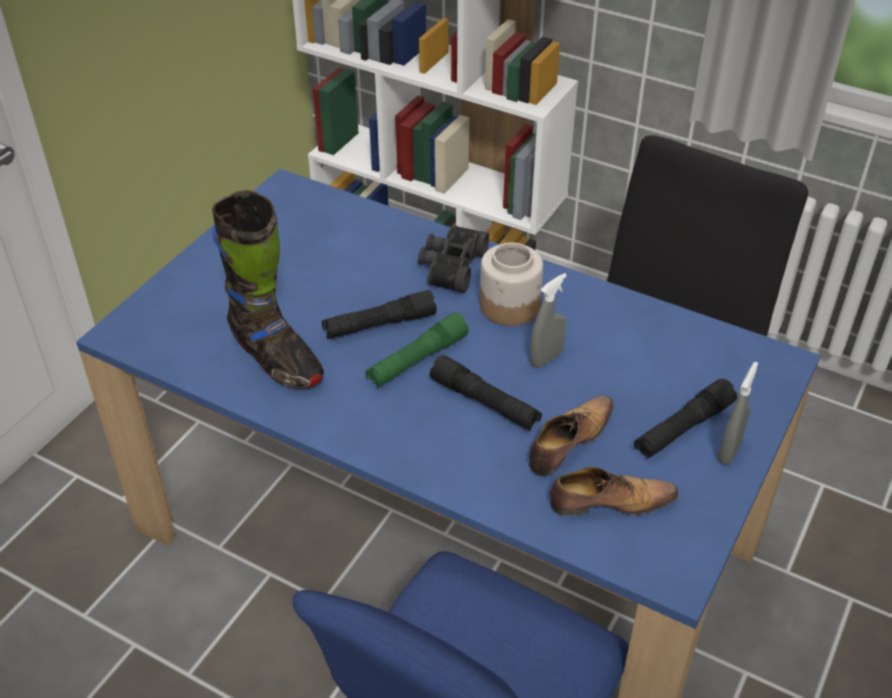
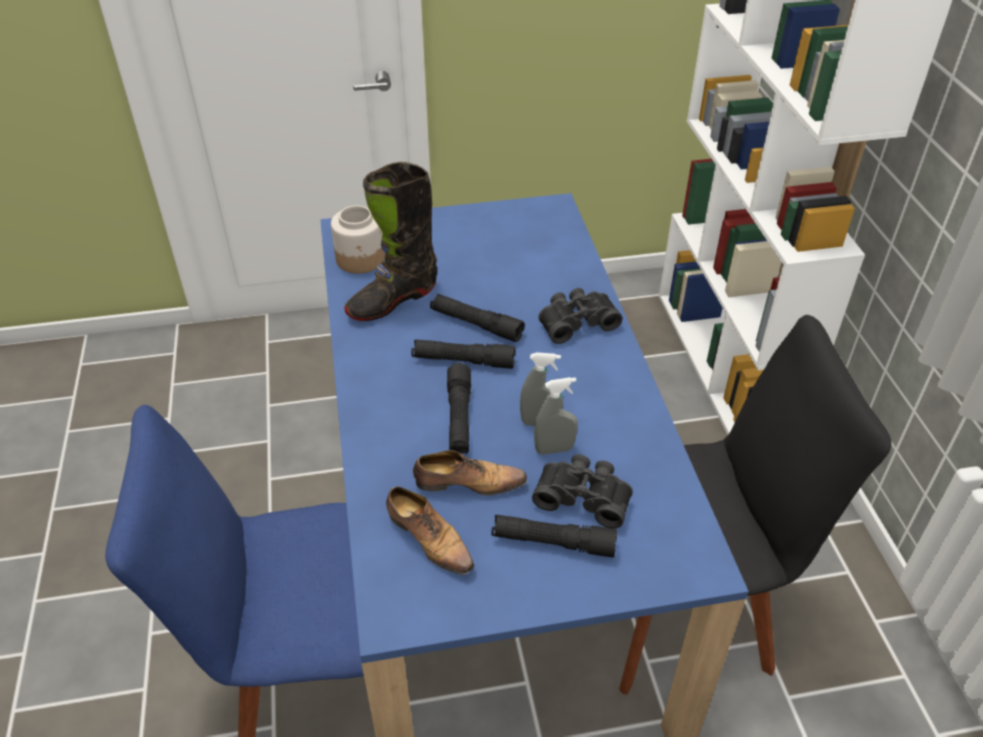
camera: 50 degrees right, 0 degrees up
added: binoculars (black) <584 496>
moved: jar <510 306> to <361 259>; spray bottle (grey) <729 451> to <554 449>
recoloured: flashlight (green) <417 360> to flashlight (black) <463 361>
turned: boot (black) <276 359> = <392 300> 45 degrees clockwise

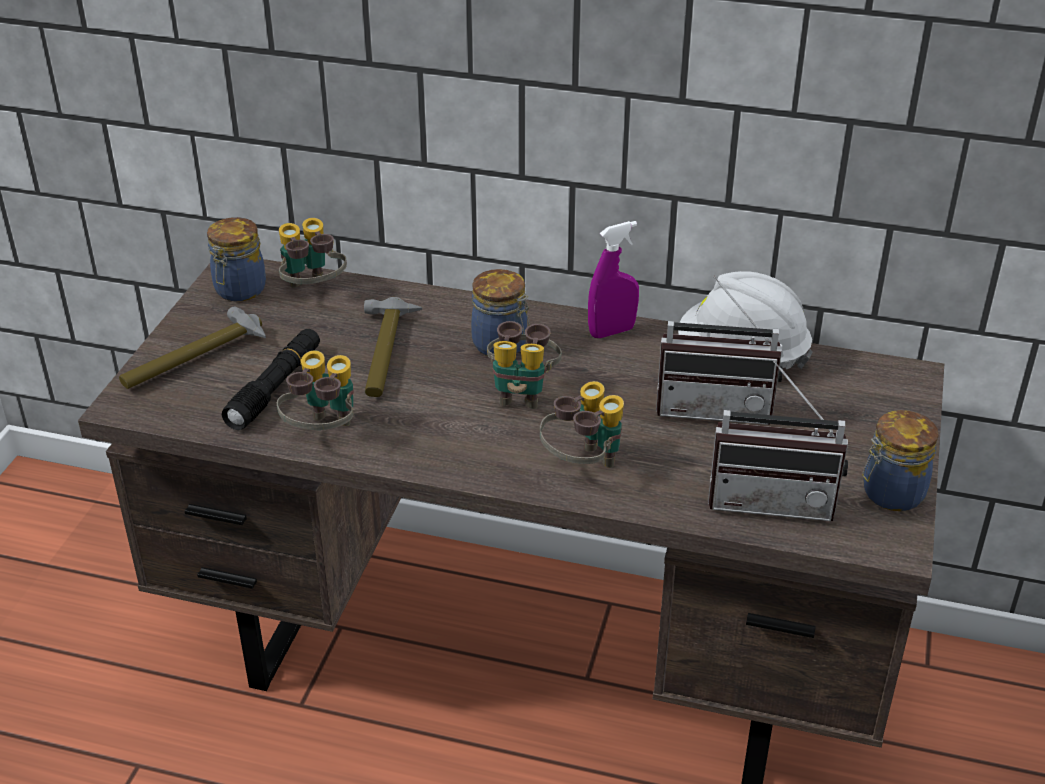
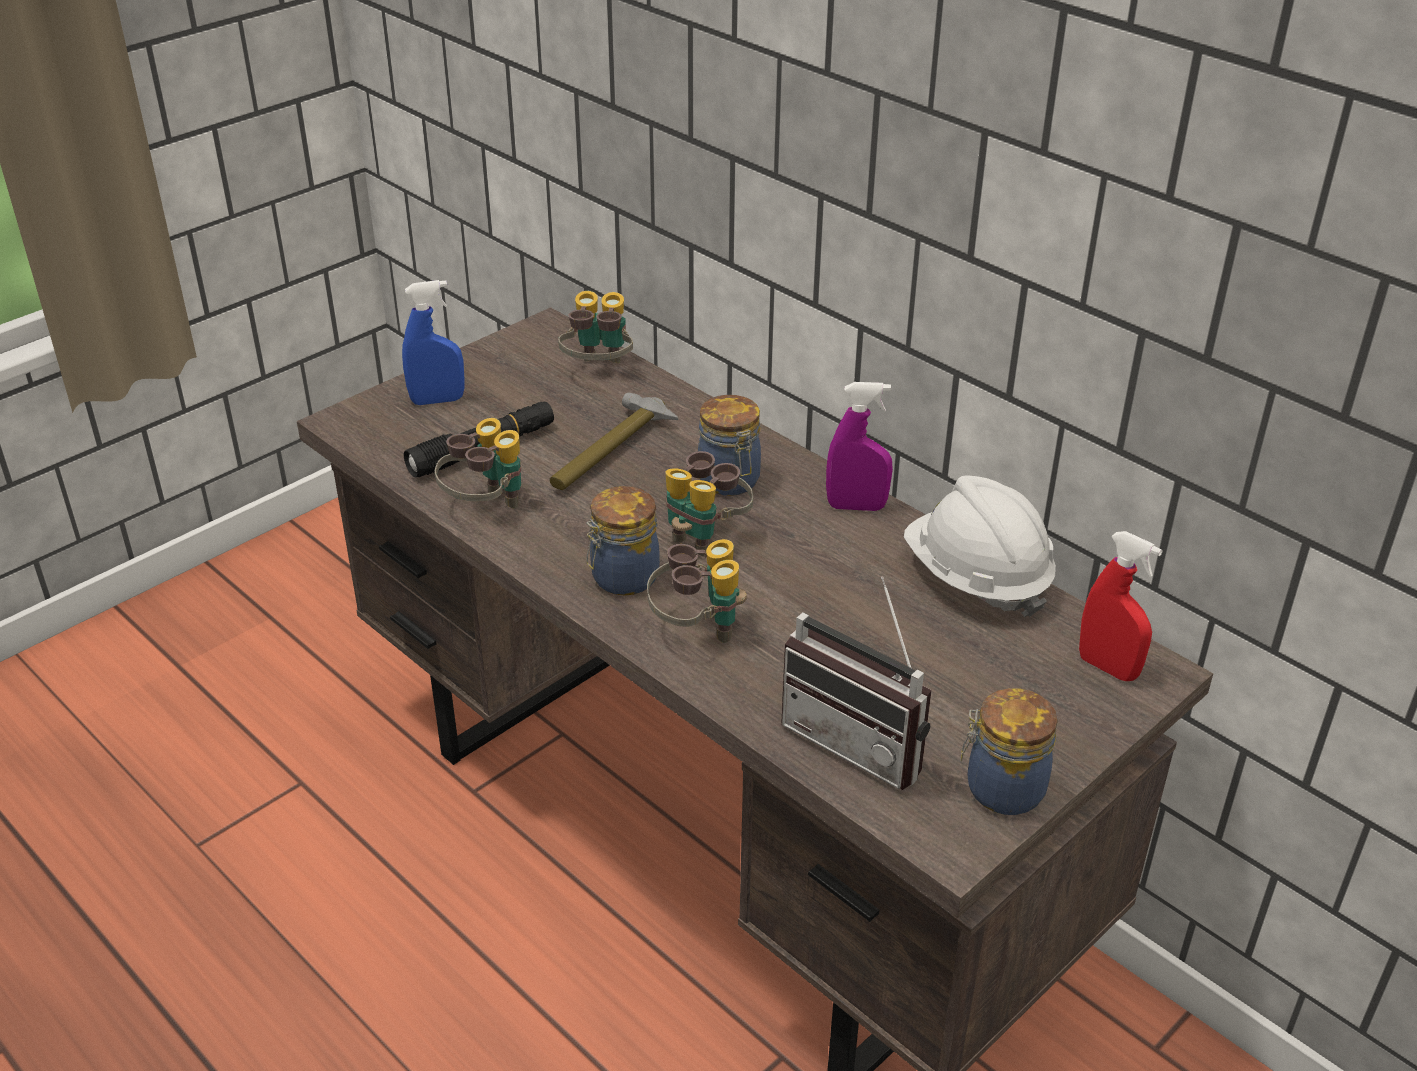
camera: 30 degrees right, 0 degrees up
removed: radio <715 406>
added: spray bottle (red) <1107 667>
moved: jar <239 290> to <622 578>
replaced: hammer <194 360> to spray bottle (blue) <437 400>

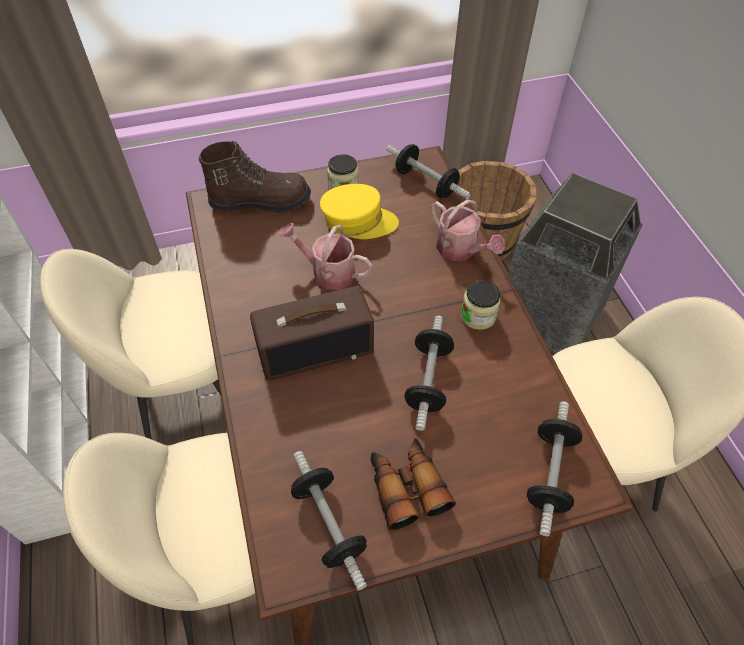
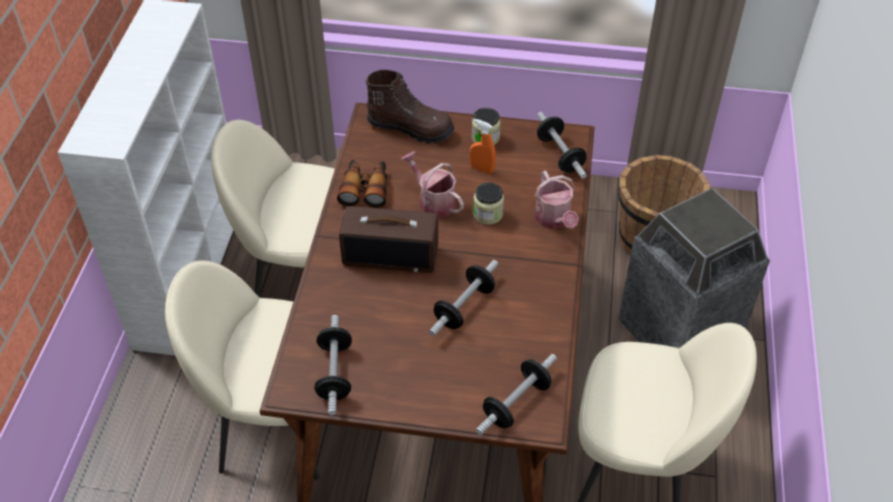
camera: 25 degrees right, 5 degrees down
moved: binoculars <406 486> to <365 188>; jar <478 316> to <488 214>
replaced: cap (yellow) <358 221> to spray bottle (orange) <482 169>

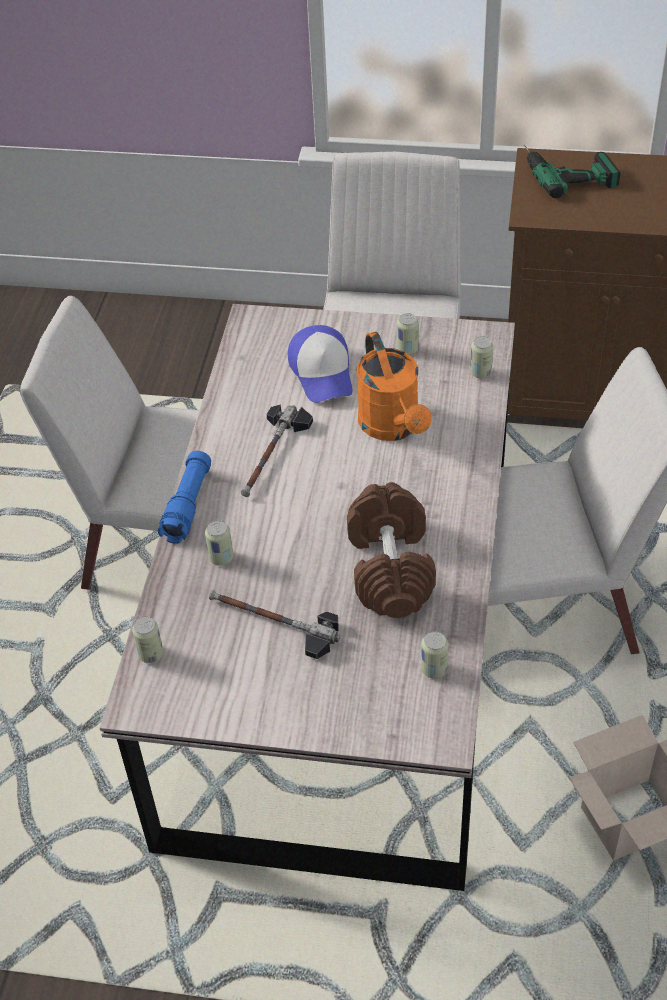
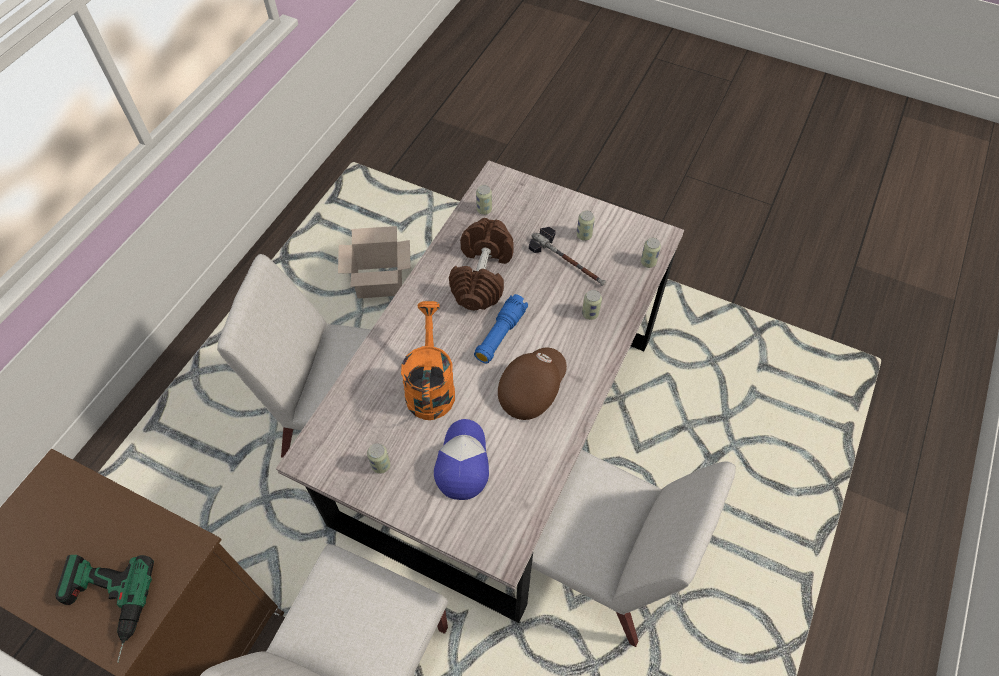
camera: 165 degrees left, 10 degrees up
moved: flashlight (blue) <188 505> to <500 334>; can <480 373> to <584 235>
replaced: hammer <272 455> to cap (brown) <531 388>

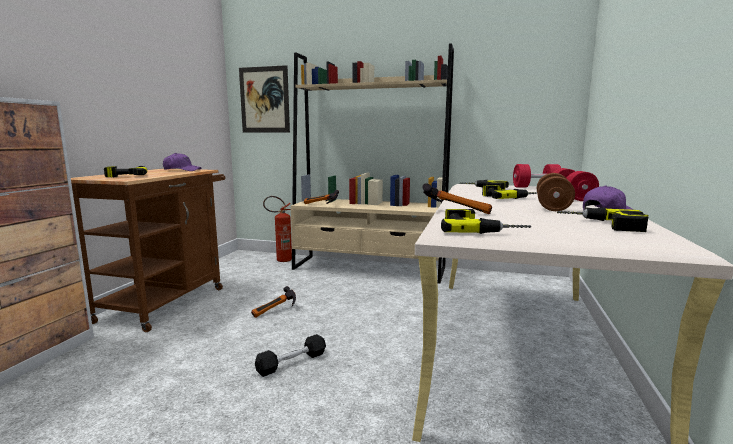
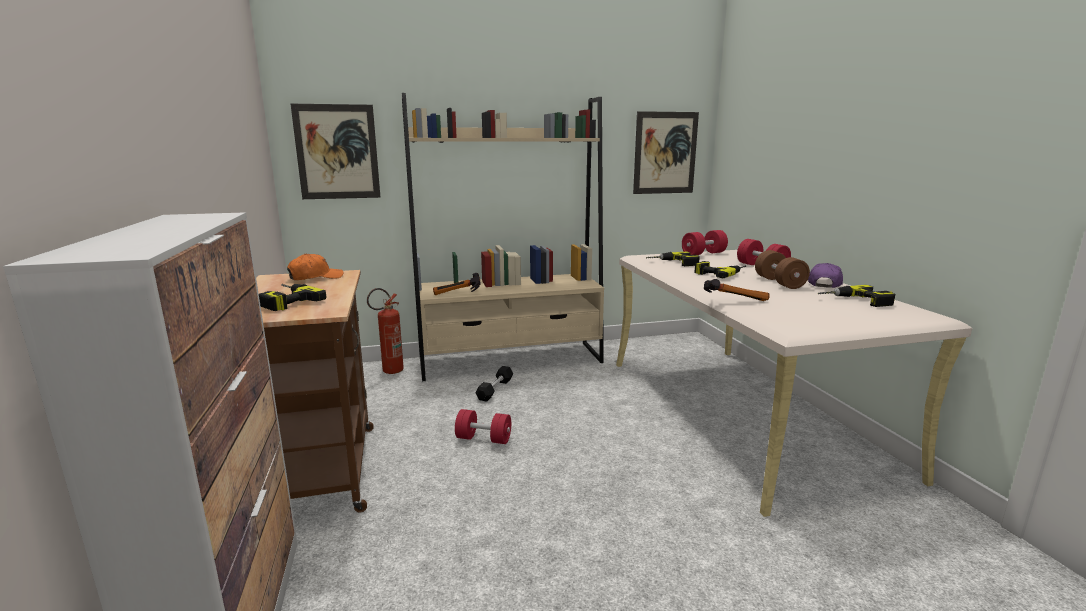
camera: 30 degrees left, 5 degrees up
removed: power drill <480 229>
added: picture <665 153>
moved: dumbbell (black) <291 362> to <495 389>
replaced: hammer <276 311> to dumbbell (red) <483 439>
recoloured: cap (purple) <182 170> to cap (orange) <315 277>

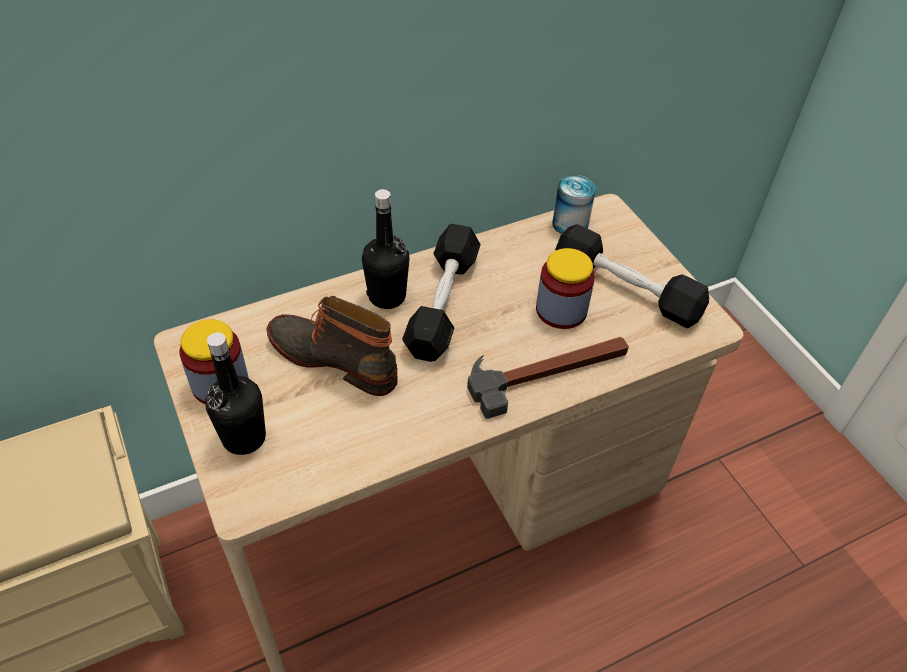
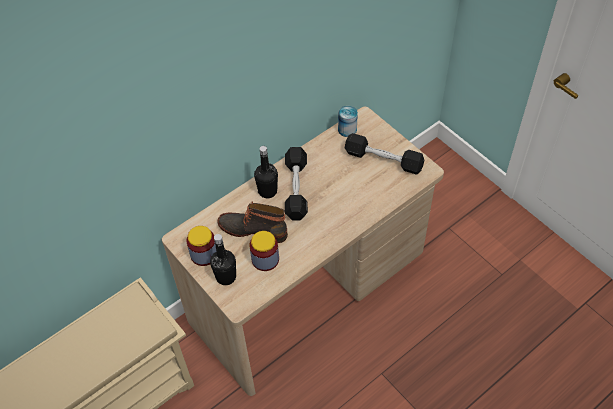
camera: 10 degrees left, 5 degrees up
removed: hammer <548 372>
moved: jar <561 310> to <265 259>

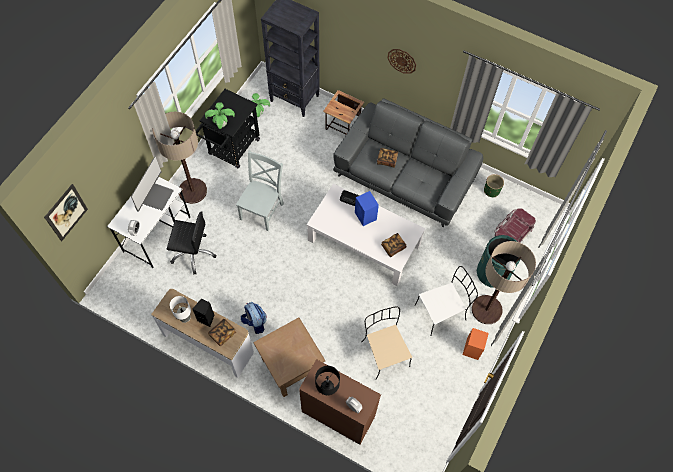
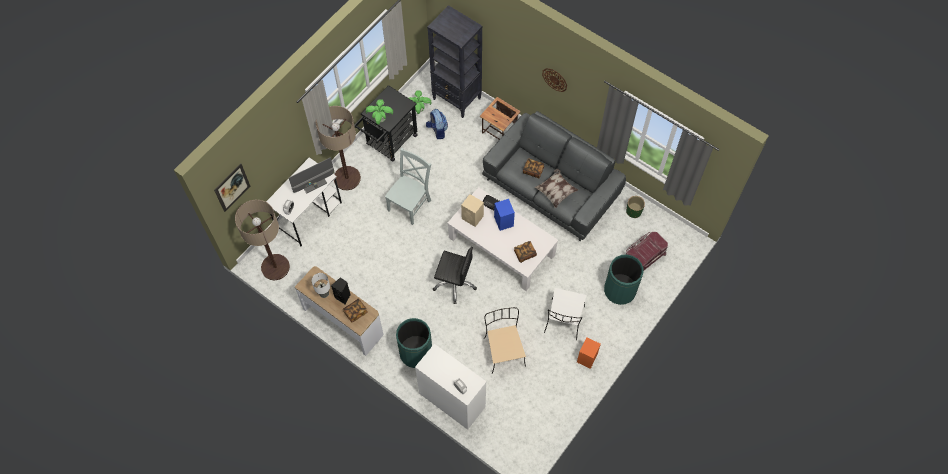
camera: 10 degrees right, 0 degrees up
removed: table lamp (black) <327 389>
added: speaker (beige) <473 217>; pillow <556 191>
moved: floor lamp <486 309> to <275 267>; backpack <255 322> to <437 130>; office chair (black) <193 253> to <455 283>
replaced: side table (brown) <291 367> to trash can (green) <416 353>
recoloured: dresser (brown) <338 414> to dresser (white) <452 400>
turned: monitor <156 196> = <312 180> 150 degrees counterclockwise; chair (white) <441 312> = <564 320> 120 degrees clockwise

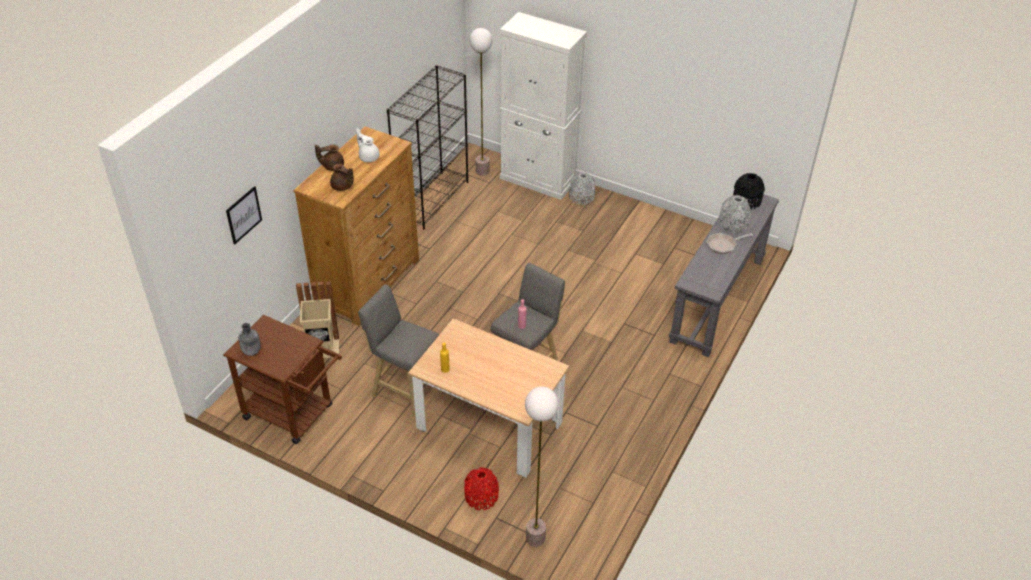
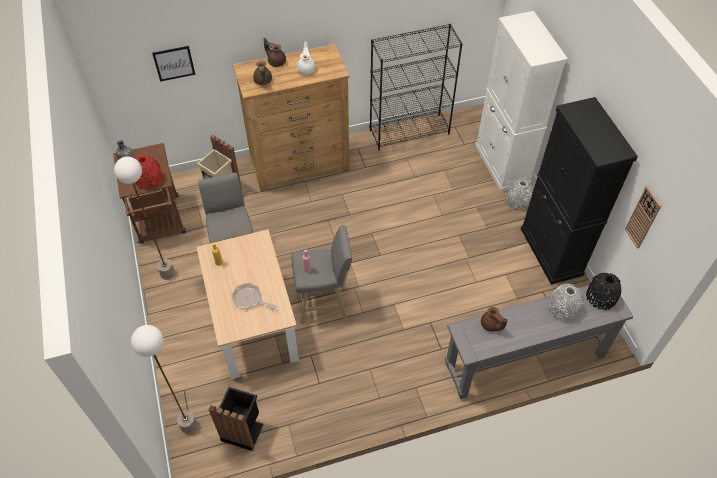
camera: 45 degrees right, 10 degrees up
added: trash can (black) <243 430>; teapot (brown) <491 325>; cabinet (black) <551 252>; wall clock <643 217>
moved: floor lamp <482 171> to <167 273>; vase (red) <481 496> to <149 179>; frying pan <723 245> to <249 299>

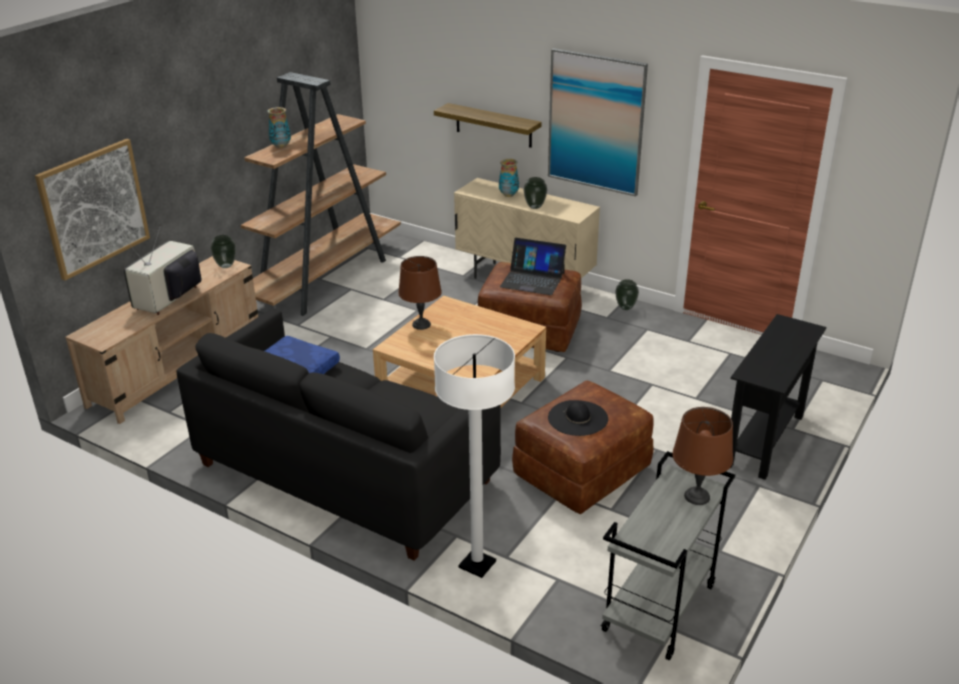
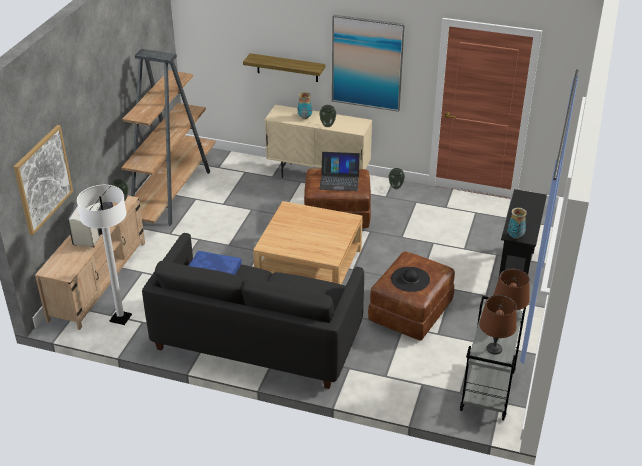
camera: 15 degrees left, 5 degrees up
moved: floor lamp (white) <477 564> to <120 318>; table lamp (brown) <421 325> to <494 349>; vase <281 146> to <515 236>

